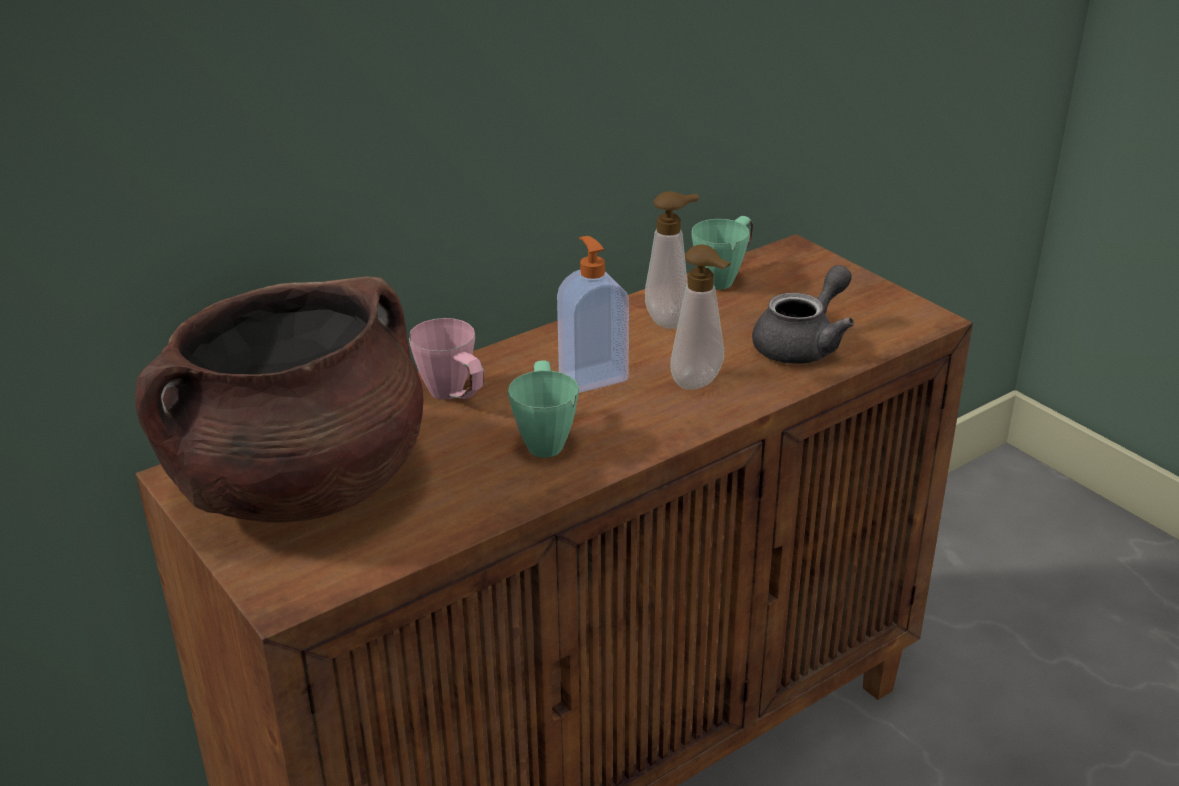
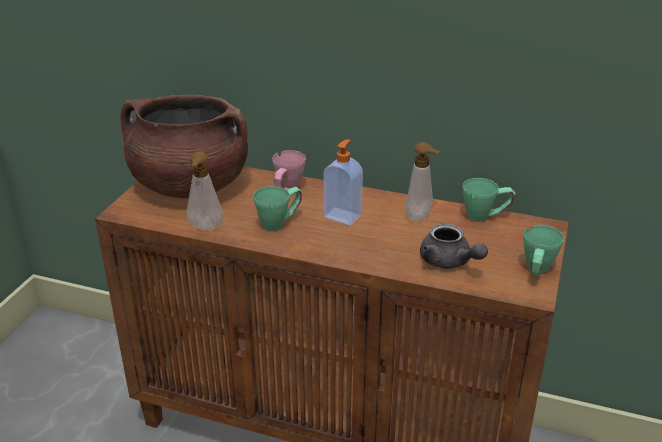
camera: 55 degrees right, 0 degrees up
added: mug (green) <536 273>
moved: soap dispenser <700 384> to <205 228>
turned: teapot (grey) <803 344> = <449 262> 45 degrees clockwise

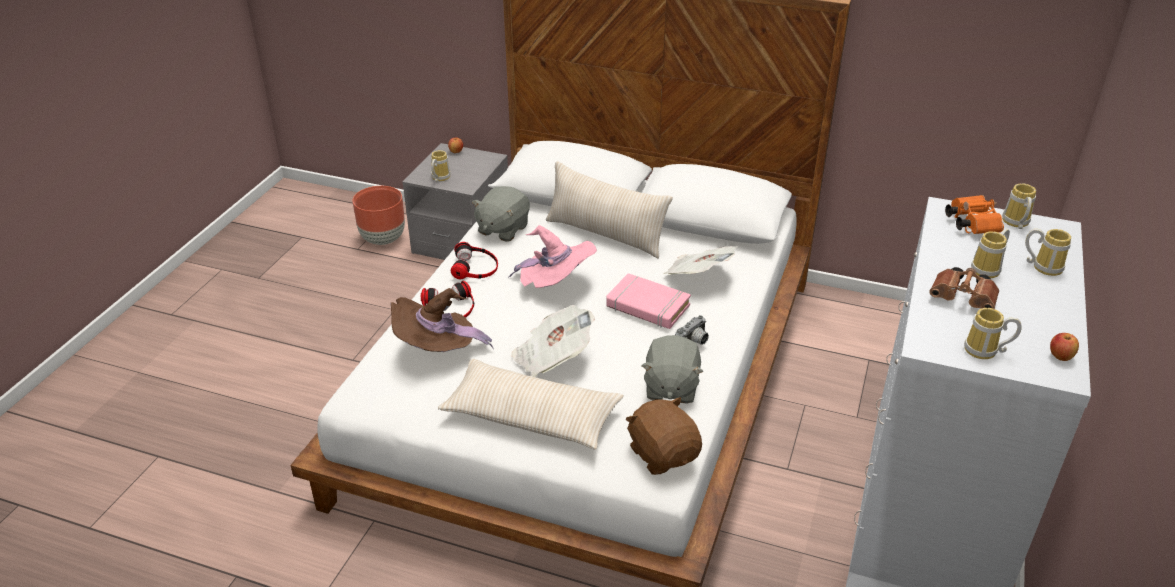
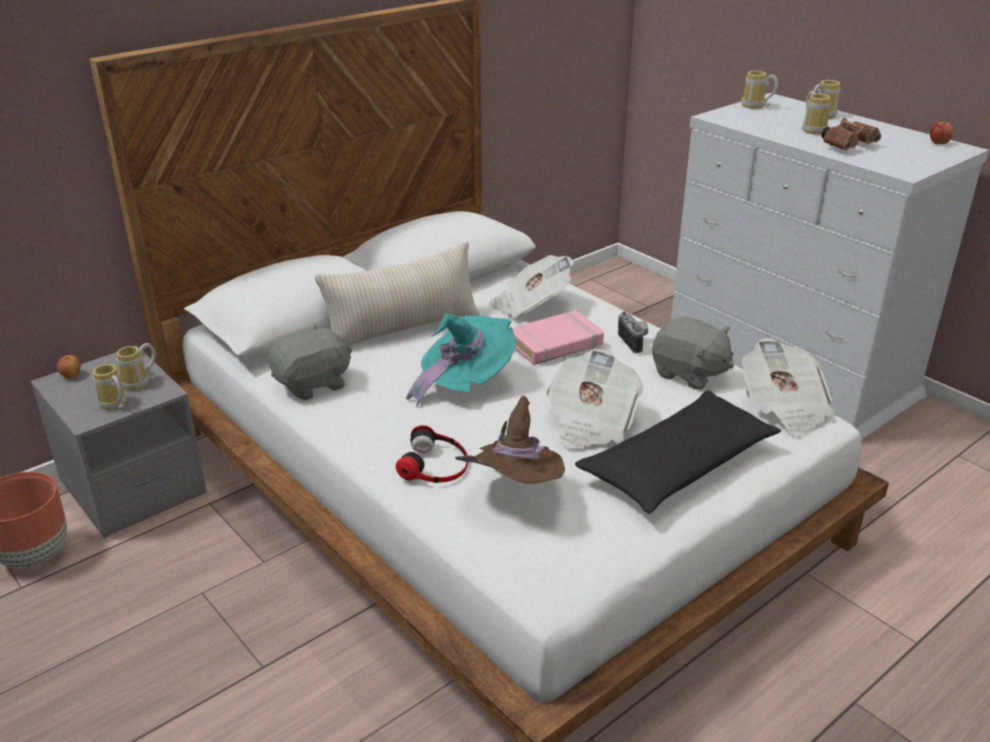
camera: 60 degrees left, 5 degrees down
removed: headphones <475 267>; binoculars (orange) <970 223>
moved: mug <985 352> to <140 383>
replaced: plush toy (brown) <663 454> to newspaper <783 408>
recoloured: hat (pink) <555 285> to hat (turquoise) <464 383>; pillow (beige) <531 416> to pillow (black) <678 466>
turned: plush toy (grey) <502 229> = <313 384> 90 degrees counterclockwise

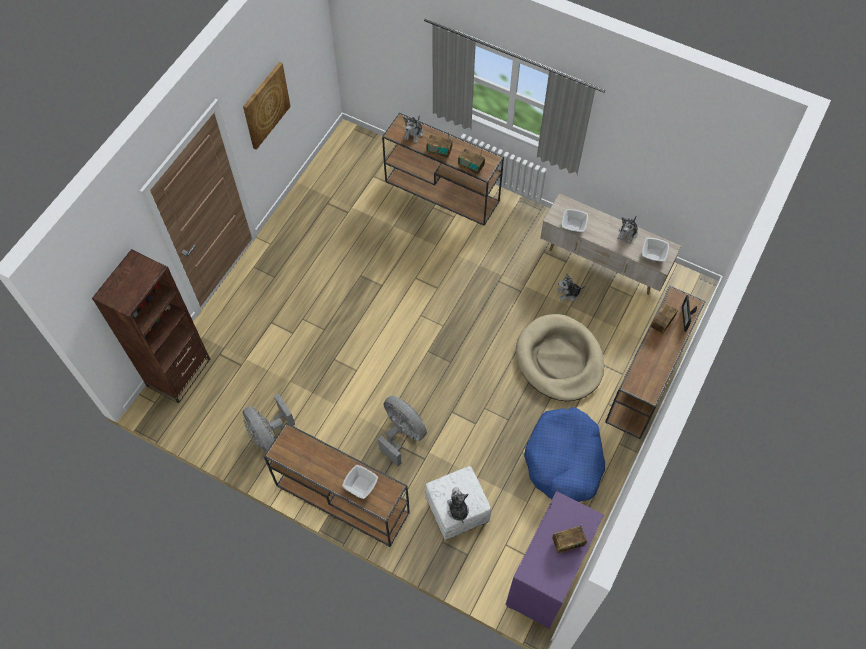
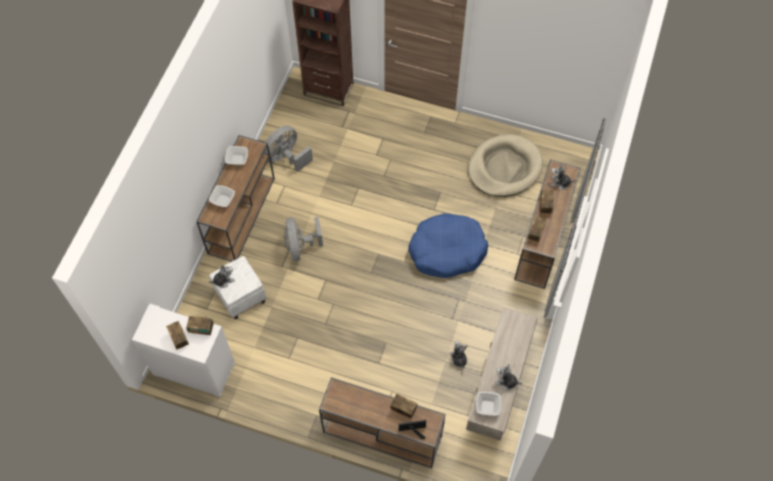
camera: 80 degrees right, 0 degrees up
removed: picture <265 105>
added: radio <201 329>
moved: bowl <574 226> to <237 160>; dog bed (blue) <564 460> to <447 250>; dog bed (beige) <559 360> to <504 168>
recoloured: cabinet (purple) <547 577> to cabinet (white) <193 369>
turned: fan (grey) <402 434> = <300 247> 135 degrees clockwise

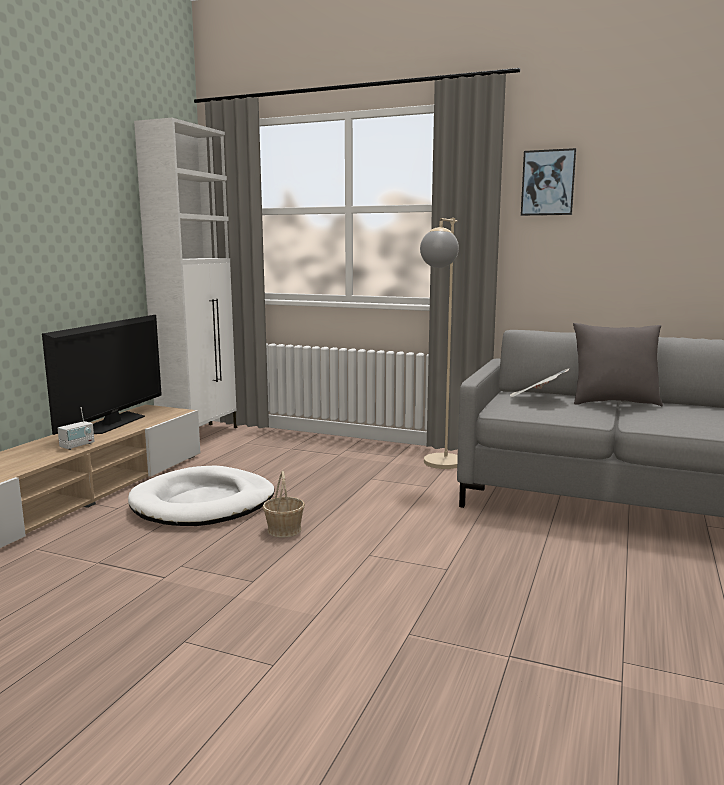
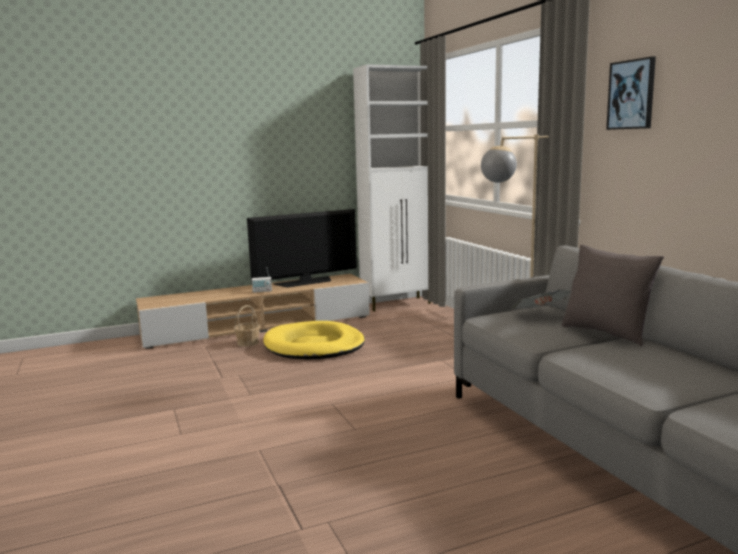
camera: 45 degrees right, 0 degrees up
moved: basket <284 530> to <248 343>
recoloured: dog bed (white) <203 503> to dog bed (yellow) <314 346>

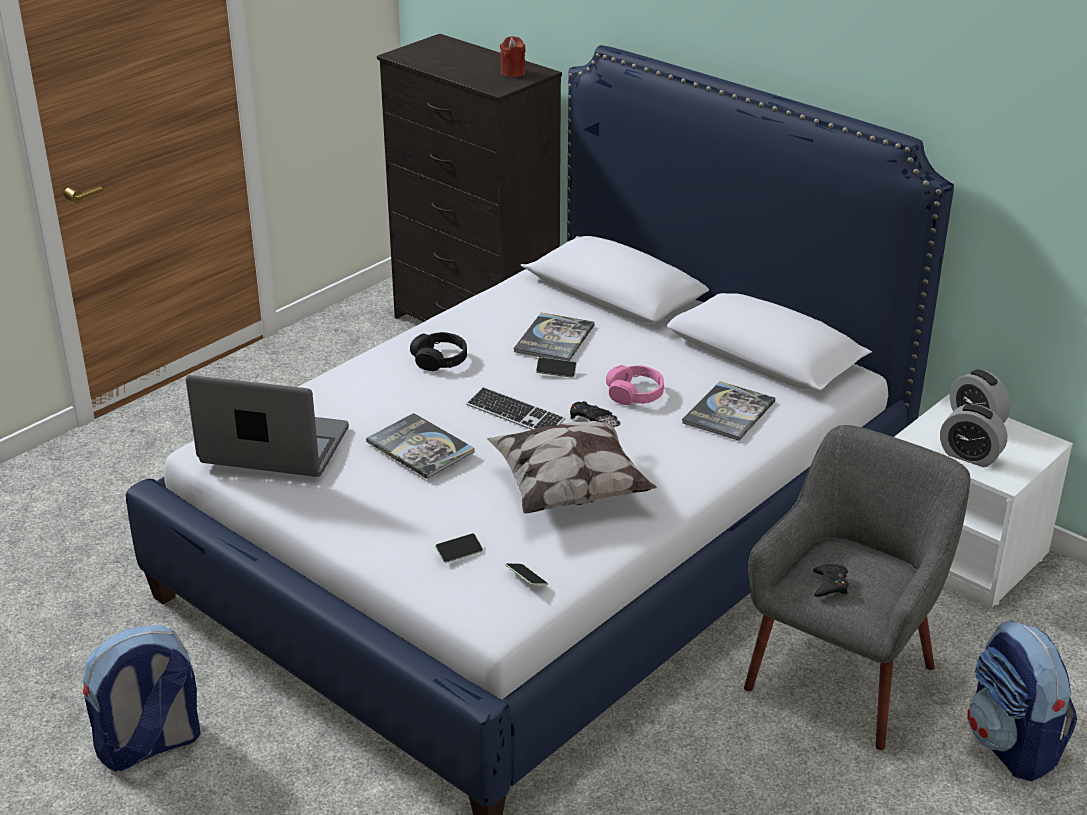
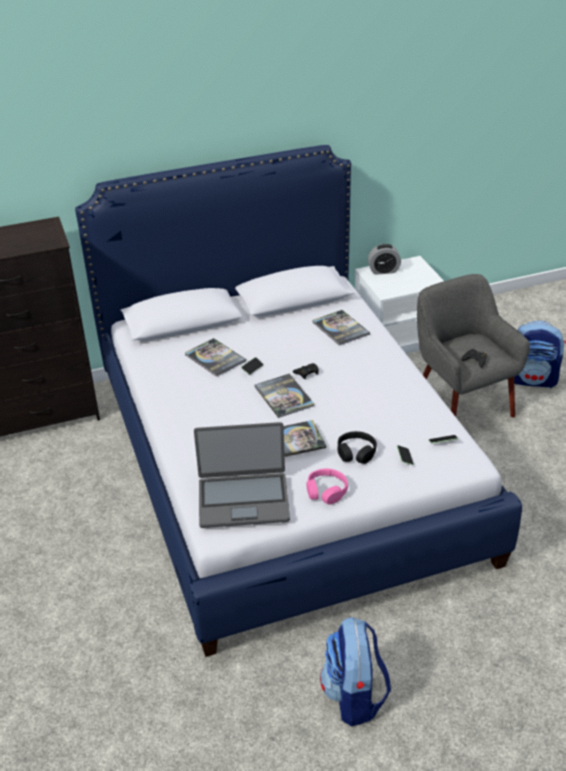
camera: 60 degrees left, 5 degrees up
removed: pillow <571 488>; candle (red) <513 72>; alarm clock <969 456>
moved: headphones (pink) <635 393> to <326 491>; headphones (black) <439 359> to <356 452>
replaced: keyboard <515 414> to book <284 396>
turned: laptop <274 447> = <243 500> 135 degrees counterclockwise

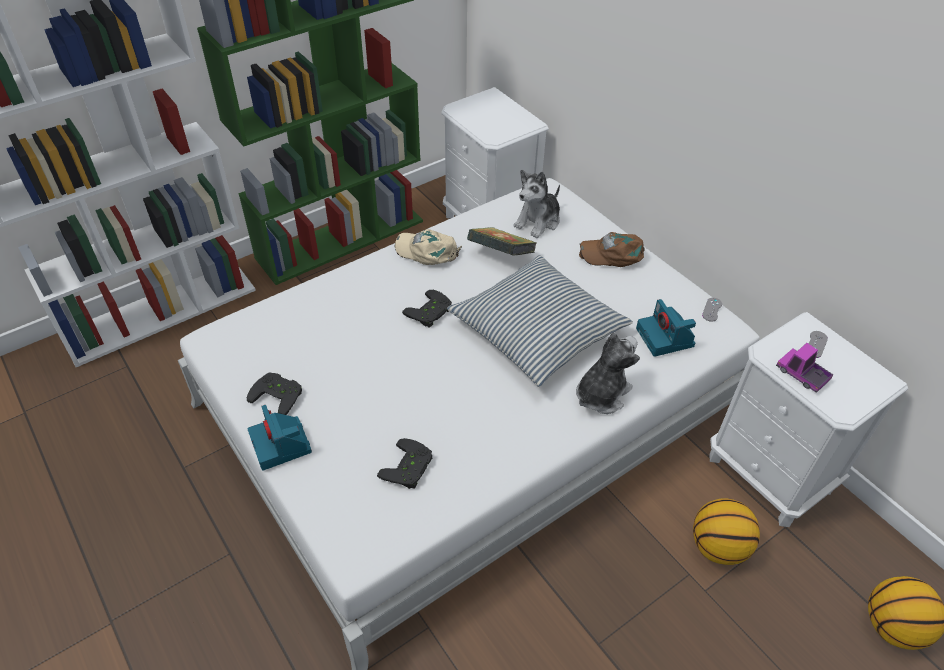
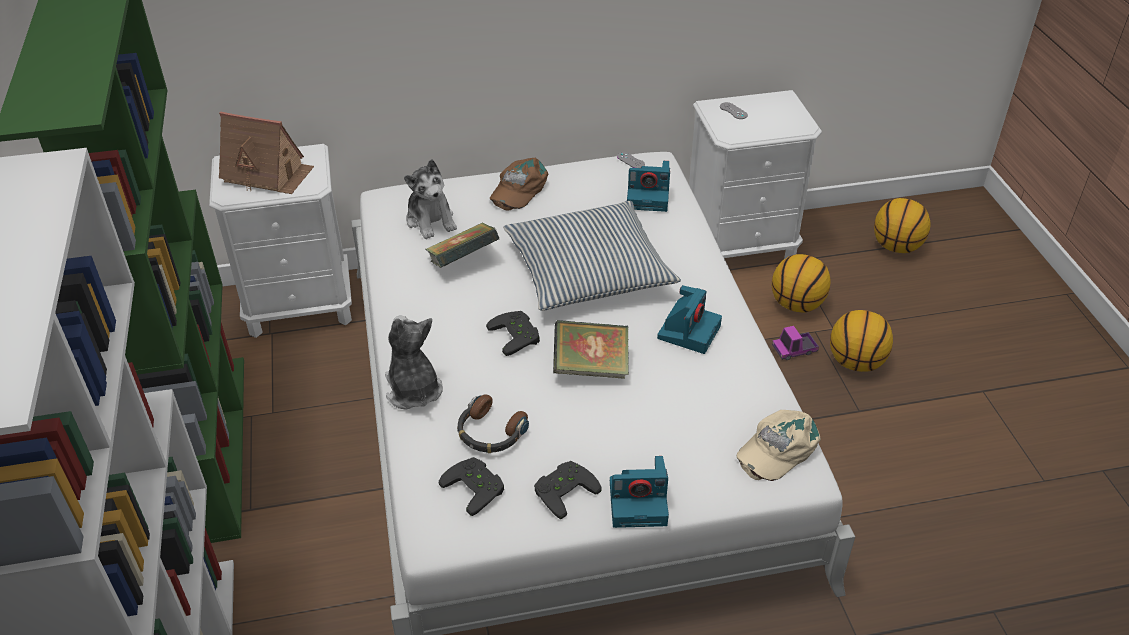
camera: 65 degrees left, 5 degrees down
added: toy house <267 174>; headphones <490 432>; book <591 367>; photo camera <689 331>; basketball <856 362>
moved: plush toy <601 394> to <413 390>; game controller (black) <409 468> to <477 487>; cap (beige) <427 251> to <777 448>; toy truck <802 374> to <794 350>

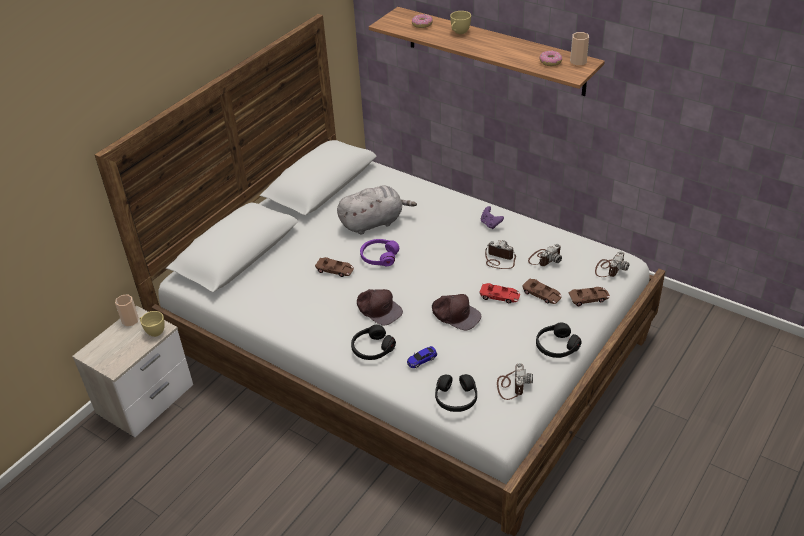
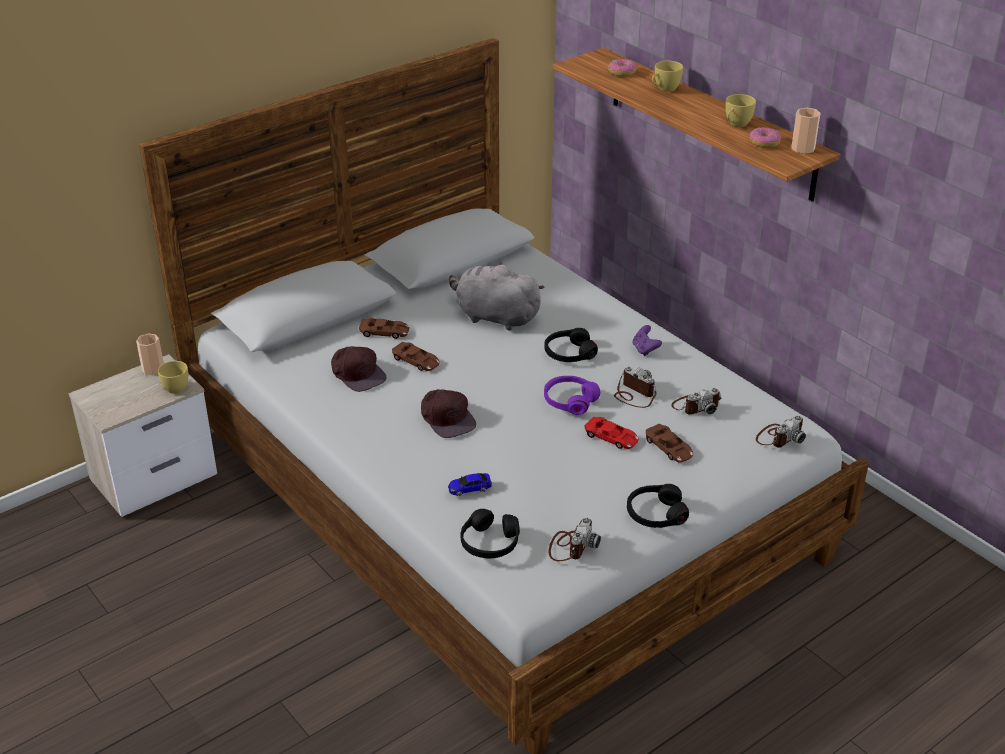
camera: 15 degrees right, 5 degrees down
added: cup (yellow) <736 124>
moved: cap (brown) <455 314> to <357 373>; toy car (brown) <588 298> to <385 332>; headphones (black) <372 348> to <569 353>; headphones (purple) <379 257> to <570 401>
turned: plush toy (grey) <374 222> = <494 317> 150 degrees counterclockwise

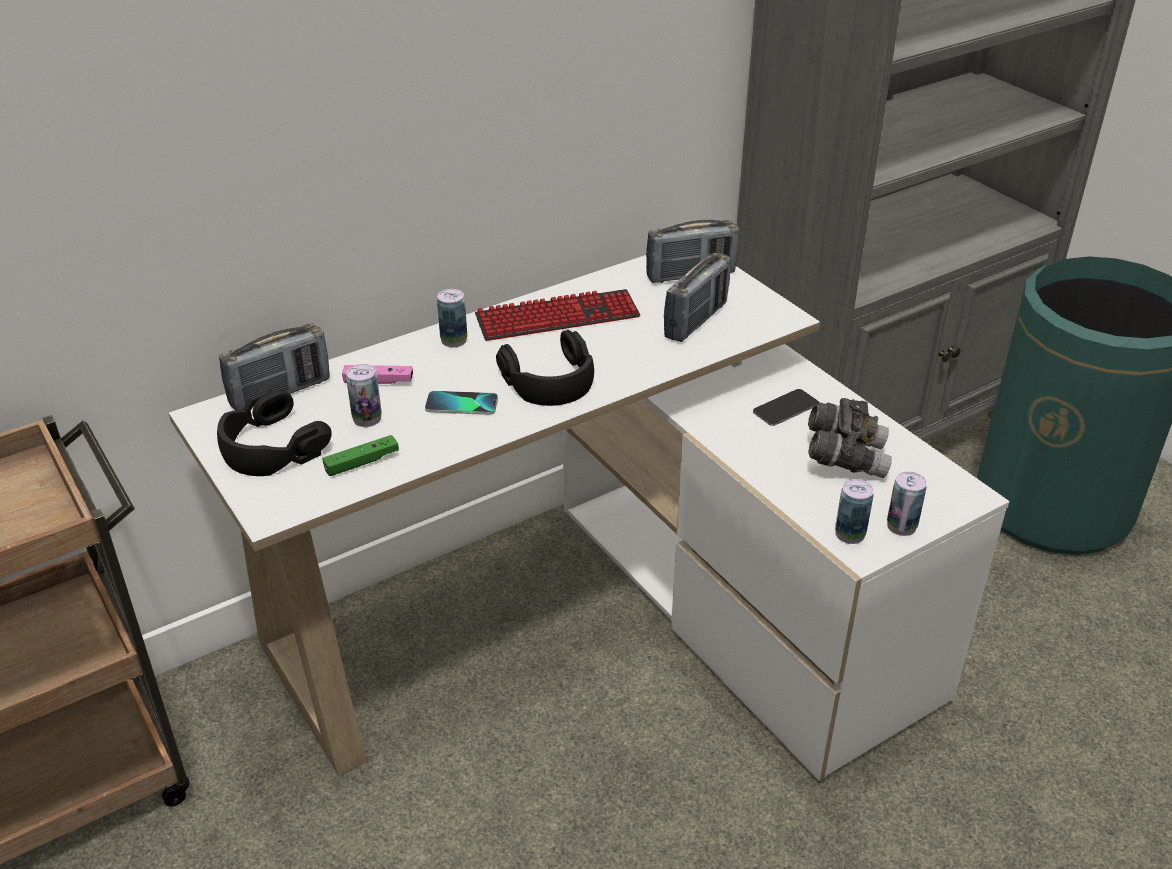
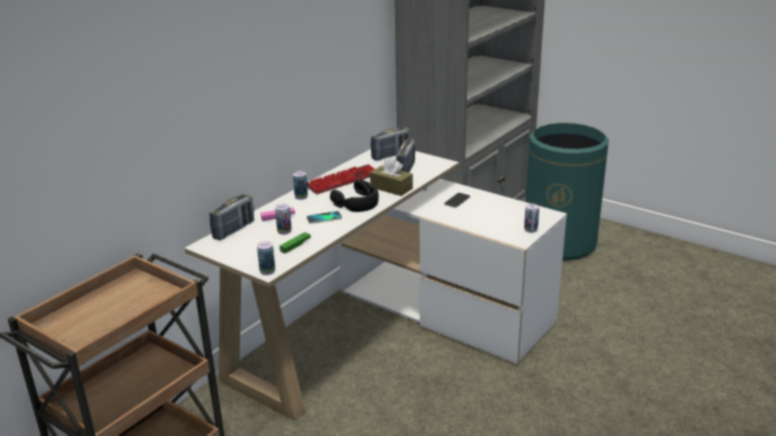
camera: 20 degrees left, 10 degrees down
removed: headphones (black) <271 447>; binoculars (grey) <845 457>
added: tissue box (brown) <391 188>
moved: can <850 534> to <267 271>

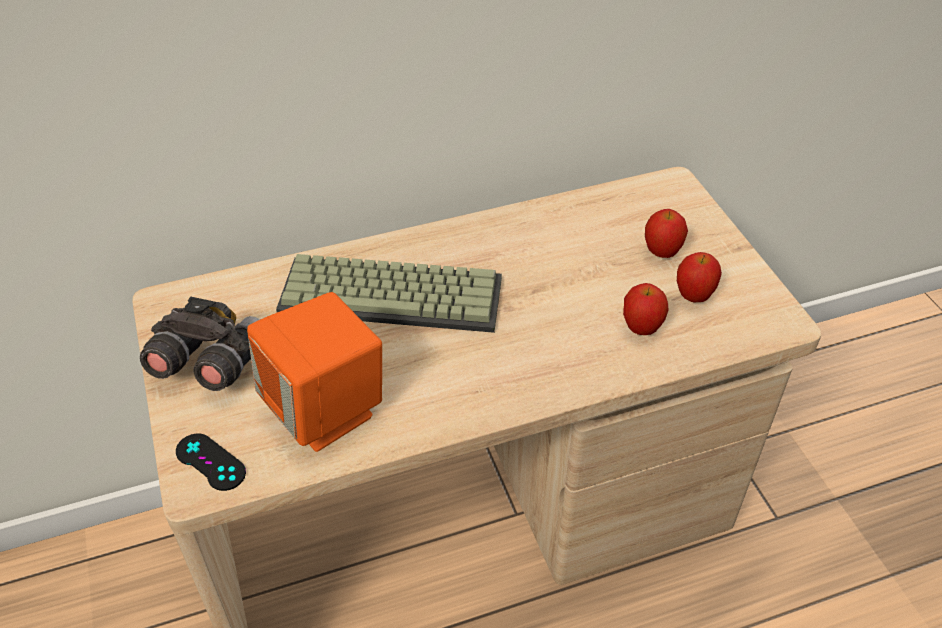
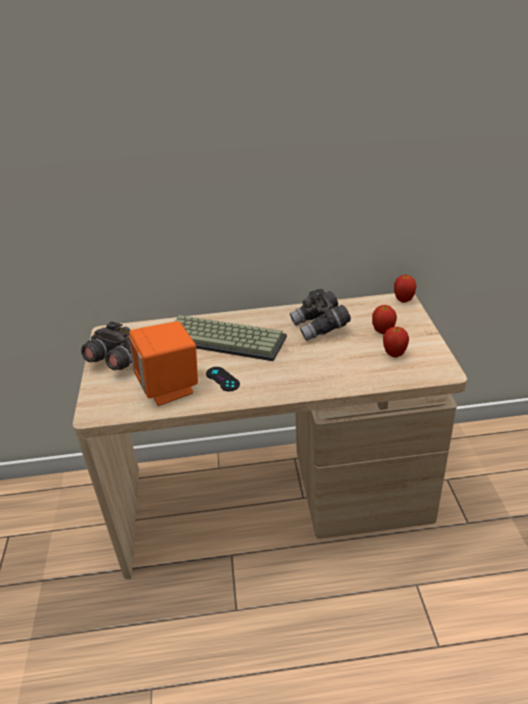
camera: 15 degrees right, 10 degrees down
added: binoculars (grey) <320 327>
moved: game controller (black) <210 462> to <222 379>; apple <641 328> to <403 300>

